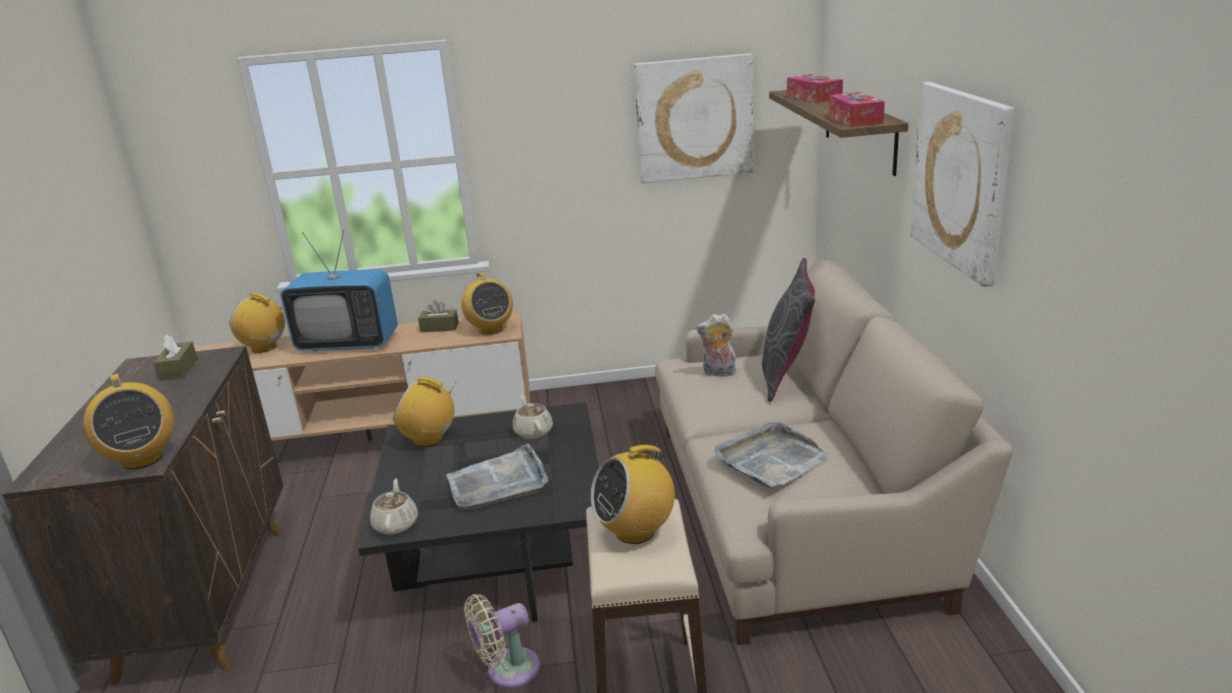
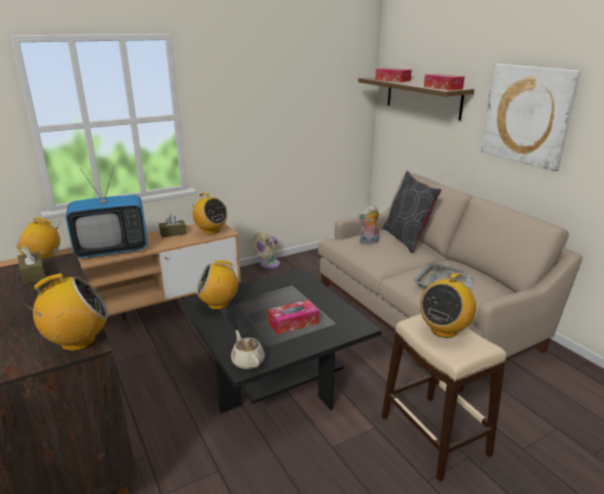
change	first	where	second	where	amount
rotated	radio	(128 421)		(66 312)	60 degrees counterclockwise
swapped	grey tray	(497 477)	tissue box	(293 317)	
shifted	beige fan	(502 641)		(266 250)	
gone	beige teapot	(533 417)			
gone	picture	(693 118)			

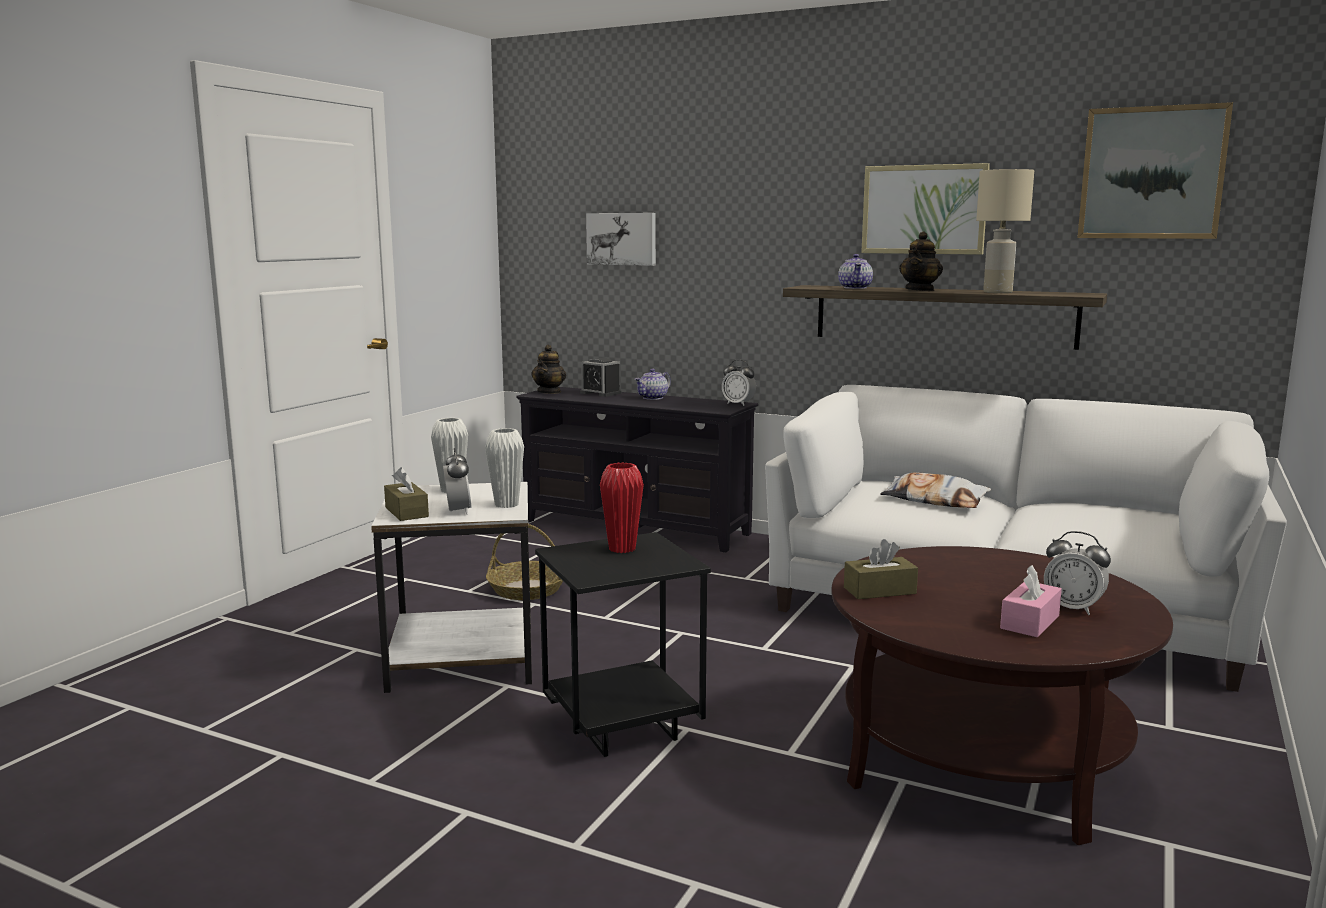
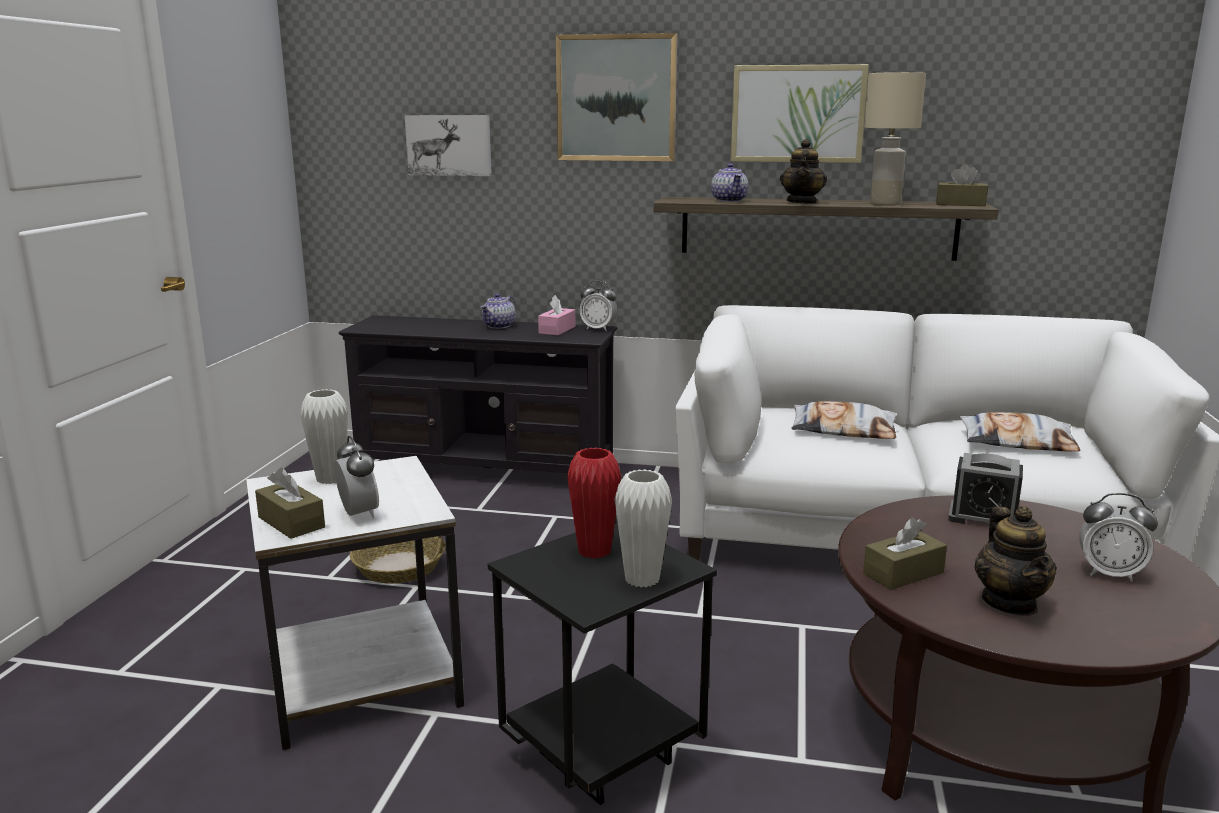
change	first	where	second	where	amount
shifted	white vase	(504 468)		(643 528)	
shifted	teapot	(548 369)		(1015 561)	
shifted	alarm clock	(600 377)		(985 488)	
shifted	pink tissue box	(1031 601)		(556 315)	
shifted	picture	(1155 170)		(616 97)	
new			brown tissue box	(962 185)	
new			pillow	(1020 431)	

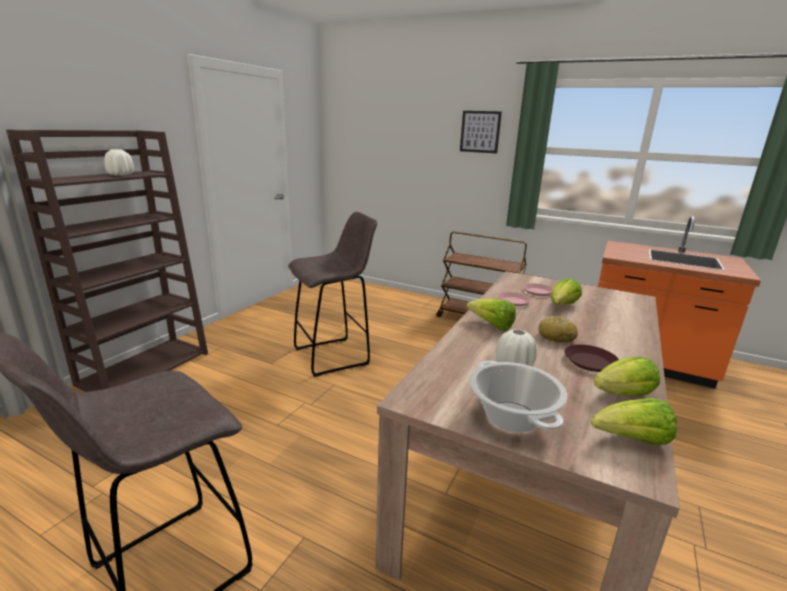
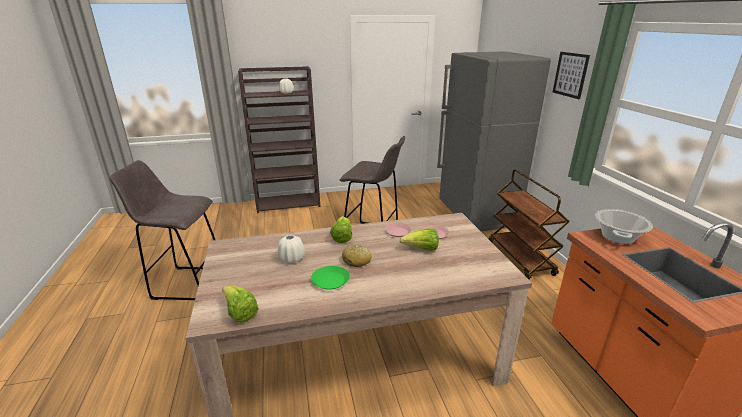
change	first	where	second	where	amount
shifted	cooking pot	(518 396)		(624 226)	
repainted	brown plate	(591 358)	green plate	(330 278)	
gone	lettuce	(627 376)			
new			grey fridge	(494 141)	

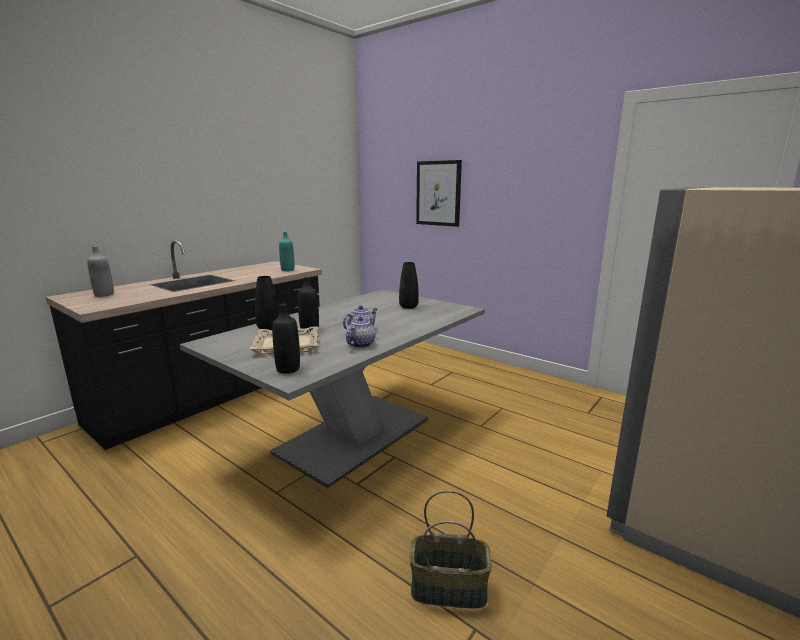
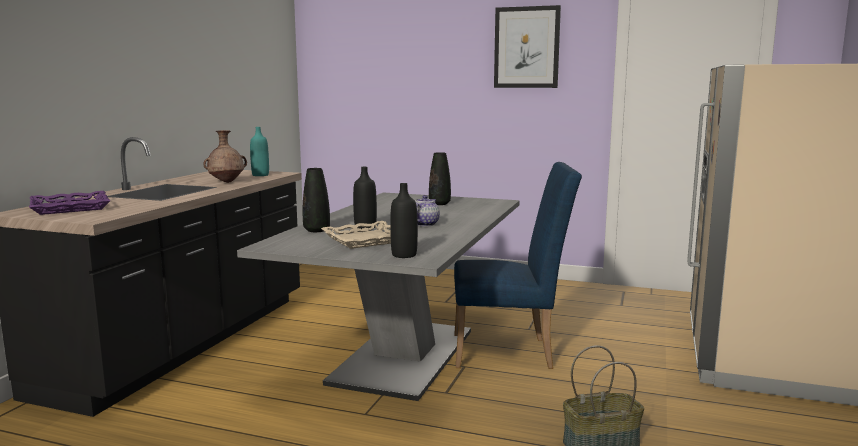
change	first	where	second	where	amount
swapped	grey bottle	(101 271)	purple tray	(69 203)	
gone	teapot	(361 332)			
shifted	picture	(439 193)		(527 46)	
new			brown vase	(225 156)	
new			blue chair	(518 265)	

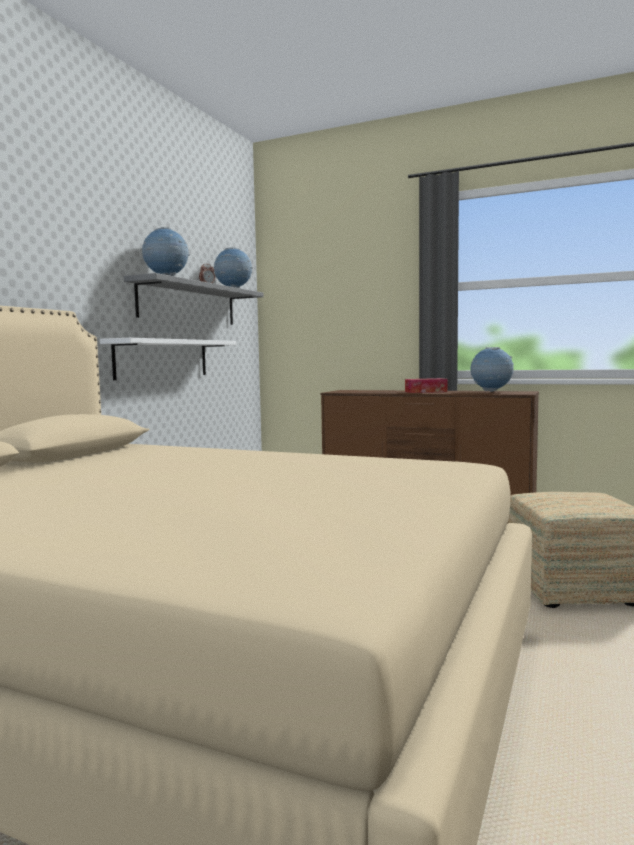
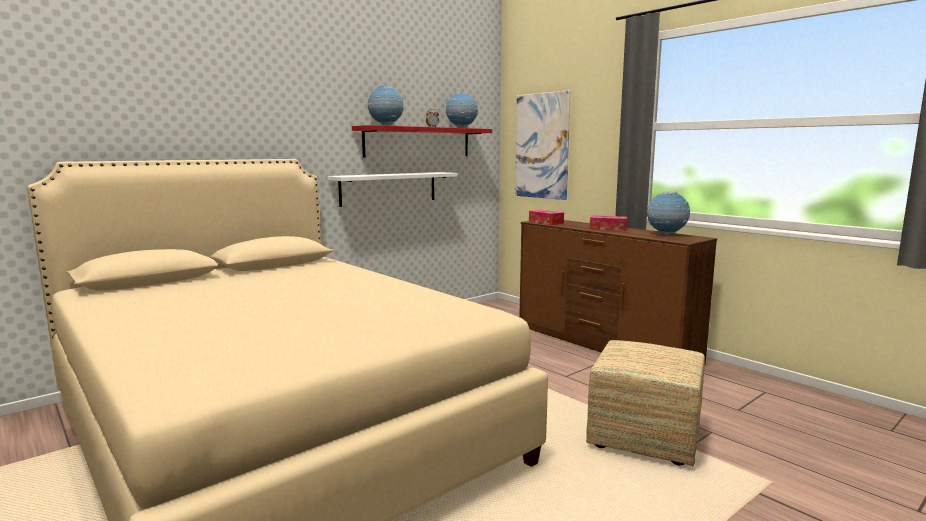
change	first	where	second	where	amount
repainted	grey shelf	(194 299)	red shelf	(422 141)	
new			picture	(543 145)	
new			tissue box	(546 217)	

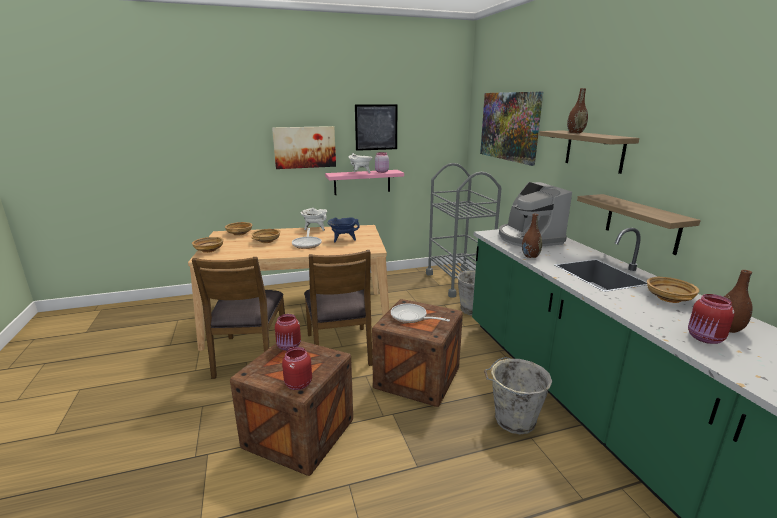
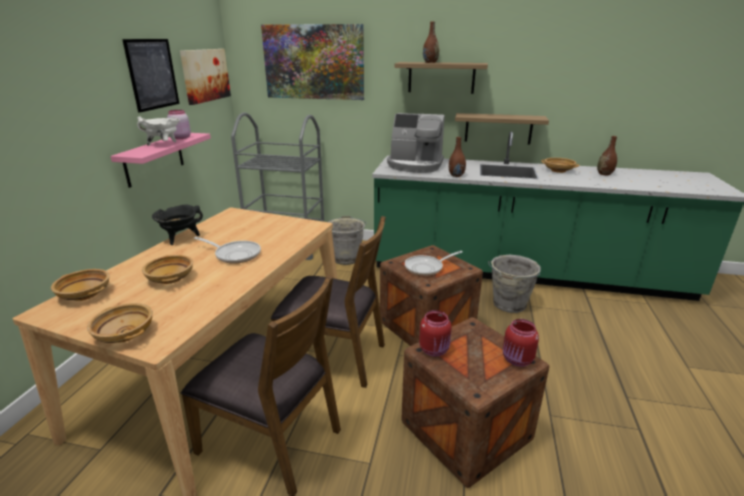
change	first	where	second	where	amount
shifted	picture	(304 147)		(205 77)	
repainted	white cooking pot	(313 219)	black cooking pot	(177 225)	
gone	blue cooking pot	(344 230)			
gone	red jar	(711 319)			

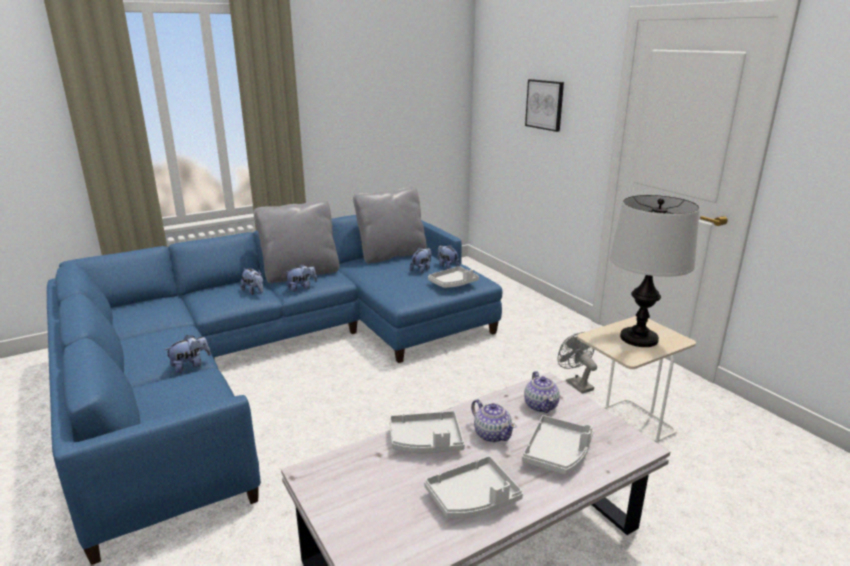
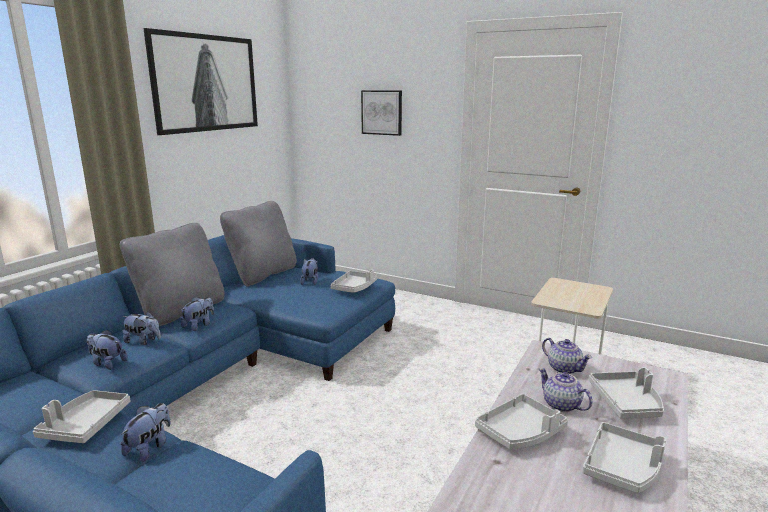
change	first	where	second	where	amount
shifted	plush toy	(449 257)		(107 349)	
rotated	teapot	(493 421)		(565 390)	150 degrees counterclockwise
gone	grey fan	(577 363)			
gone	table lamp	(655 271)			
new			grey tray	(81 416)	
new			picture	(200 81)	

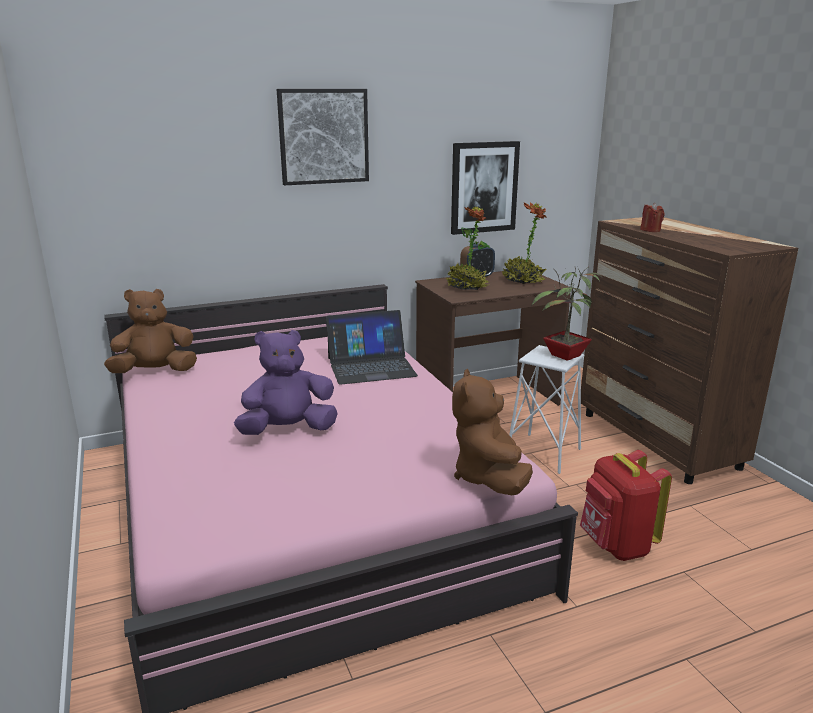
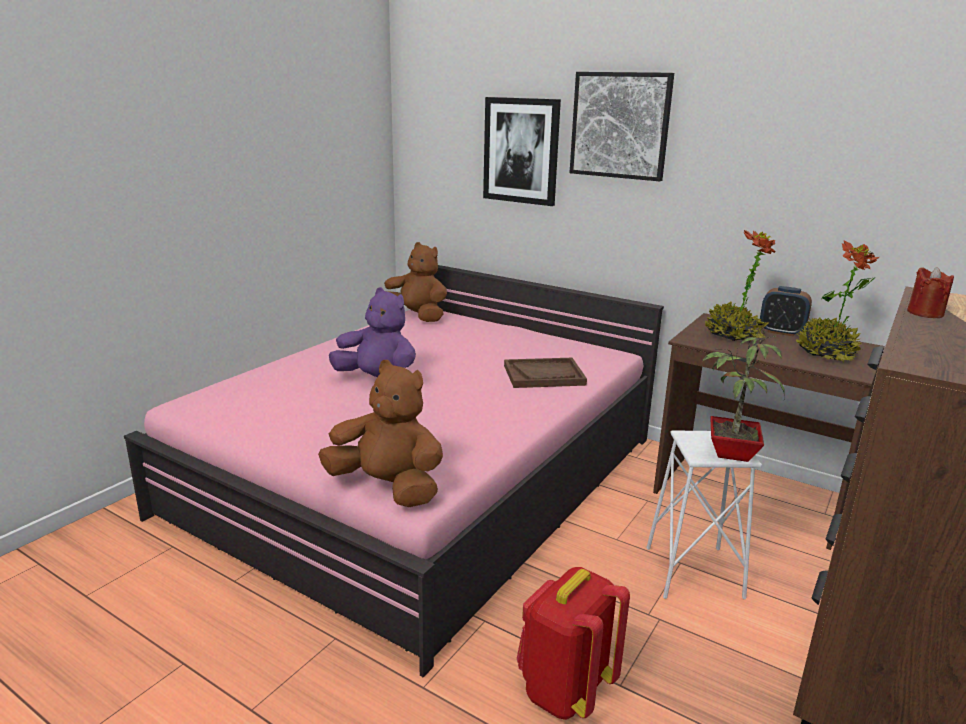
change	first	where	second	where	amount
swapped	laptop	(372 347)	brown tray	(545 373)	
shifted	picture	(485 188)		(522 151)	
rotated	brown plush toy	(492 432)		(380 433)	60 degrees clockwise

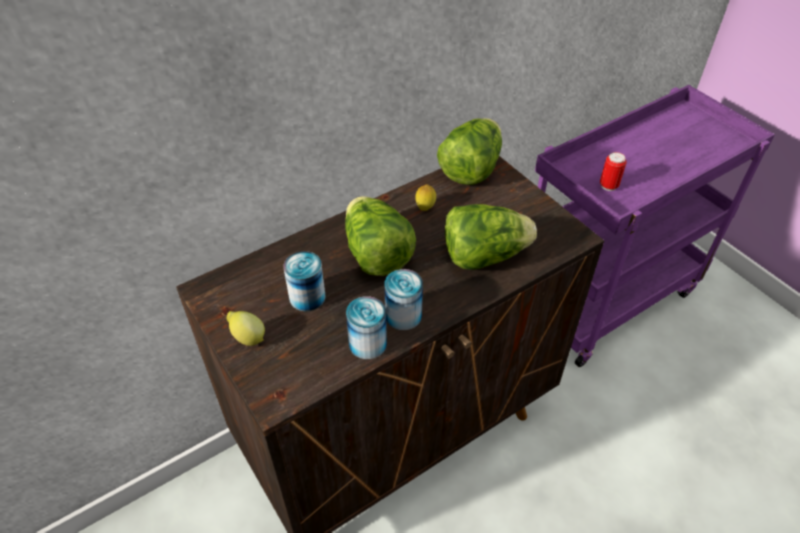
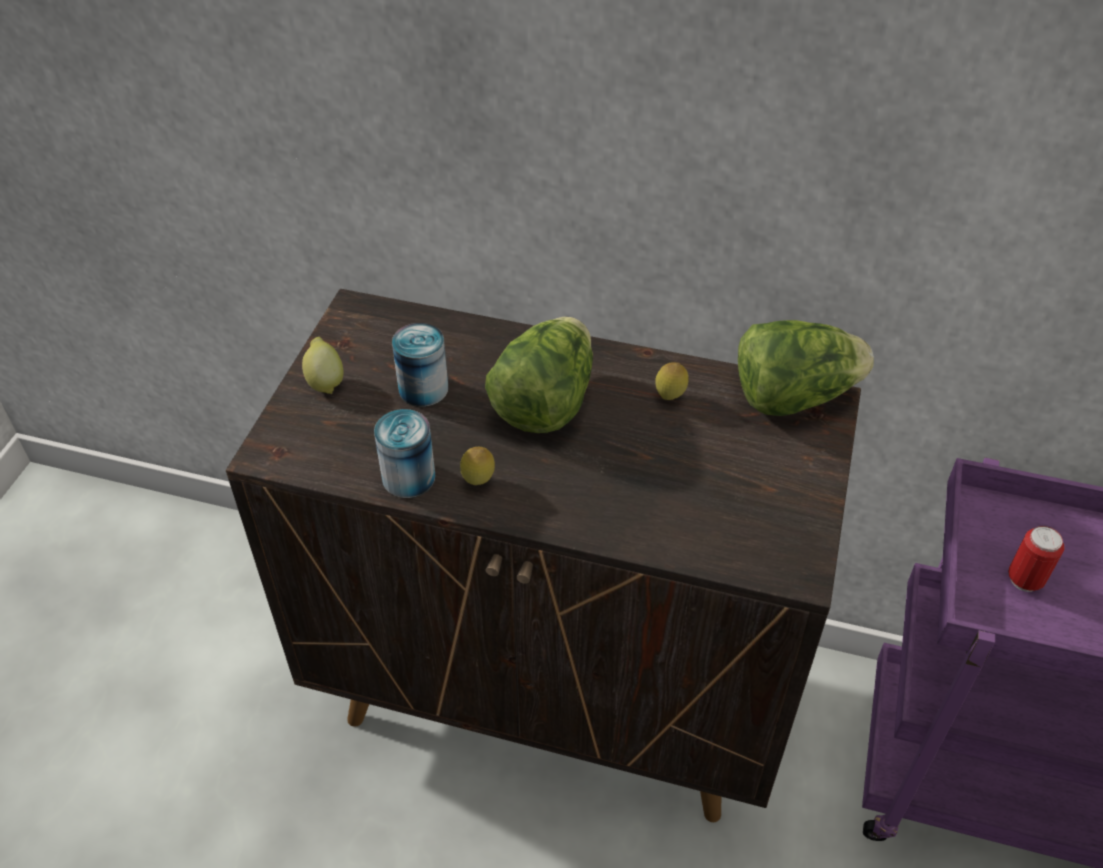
change	first	where	second	where	amount
swapped	can	(403 299)	lemon	(477 466)	
gone	lettuce	(491 237)			

